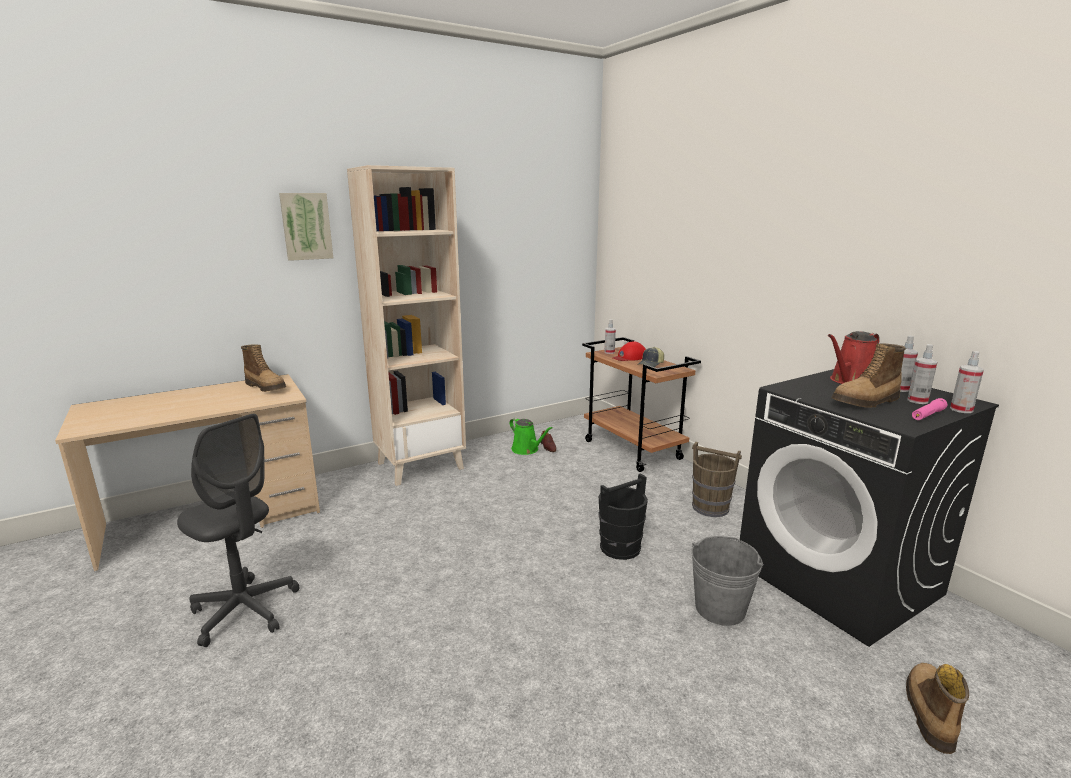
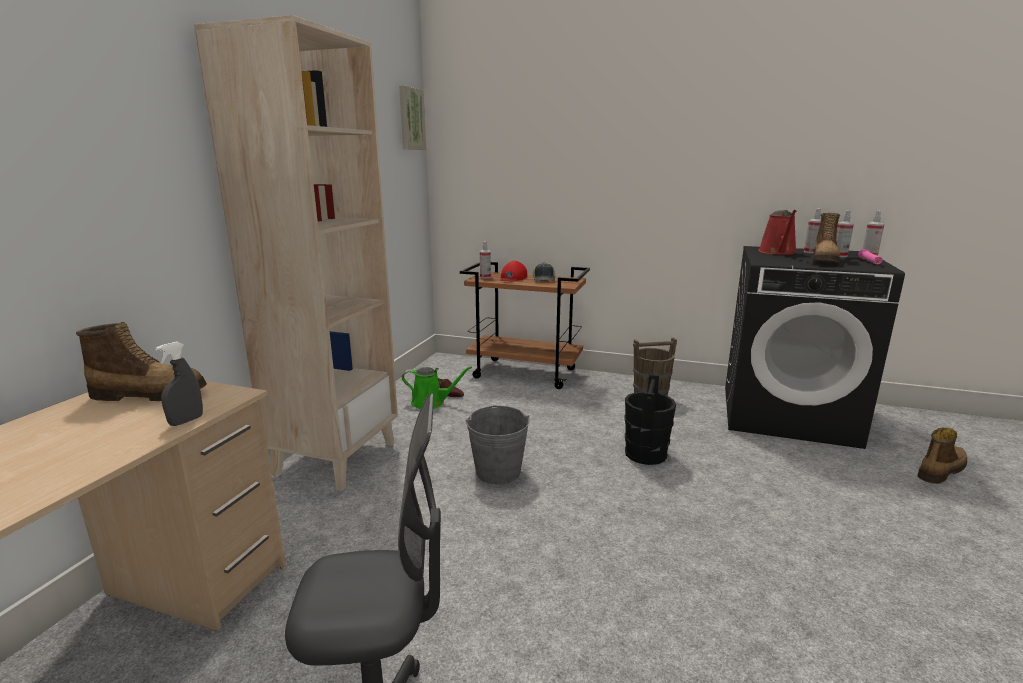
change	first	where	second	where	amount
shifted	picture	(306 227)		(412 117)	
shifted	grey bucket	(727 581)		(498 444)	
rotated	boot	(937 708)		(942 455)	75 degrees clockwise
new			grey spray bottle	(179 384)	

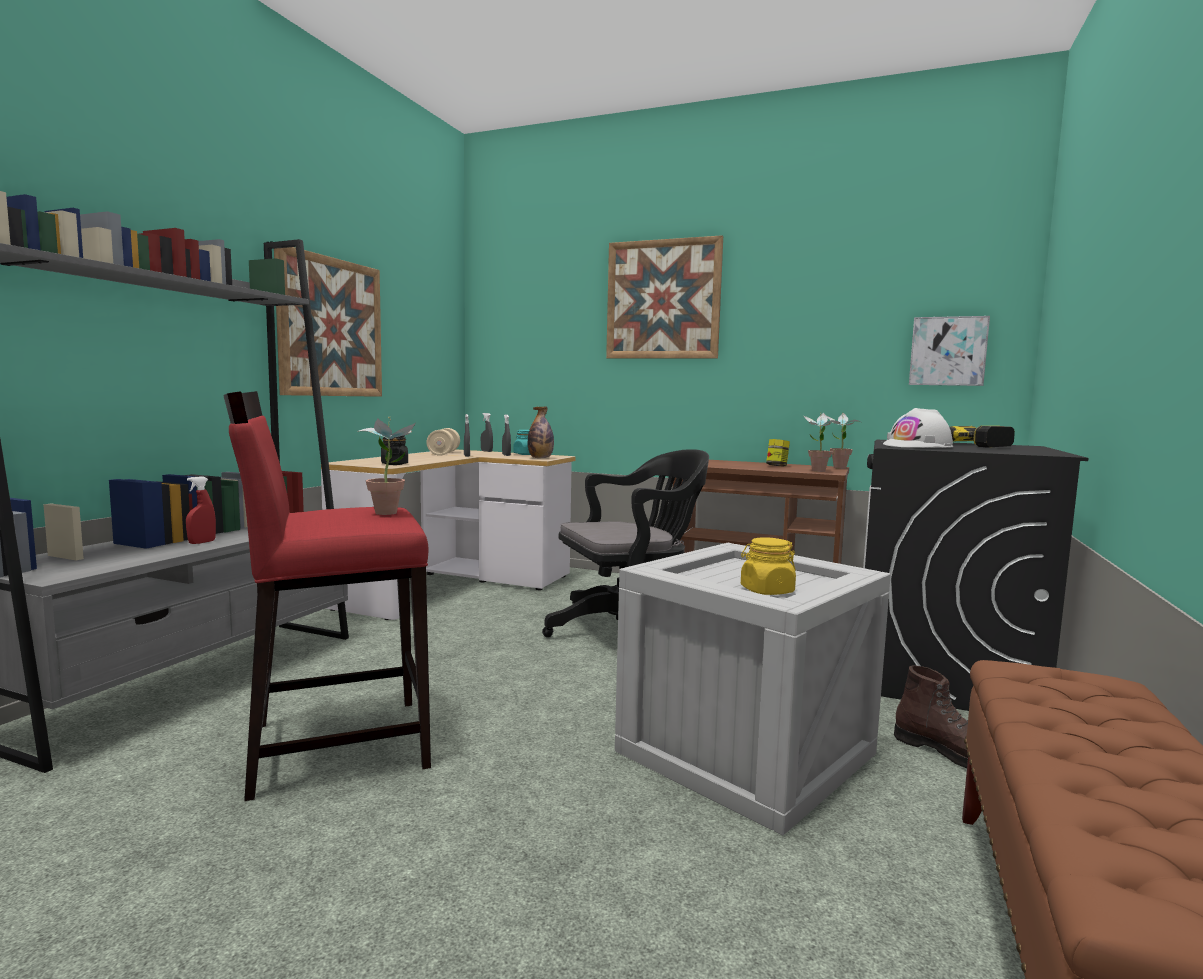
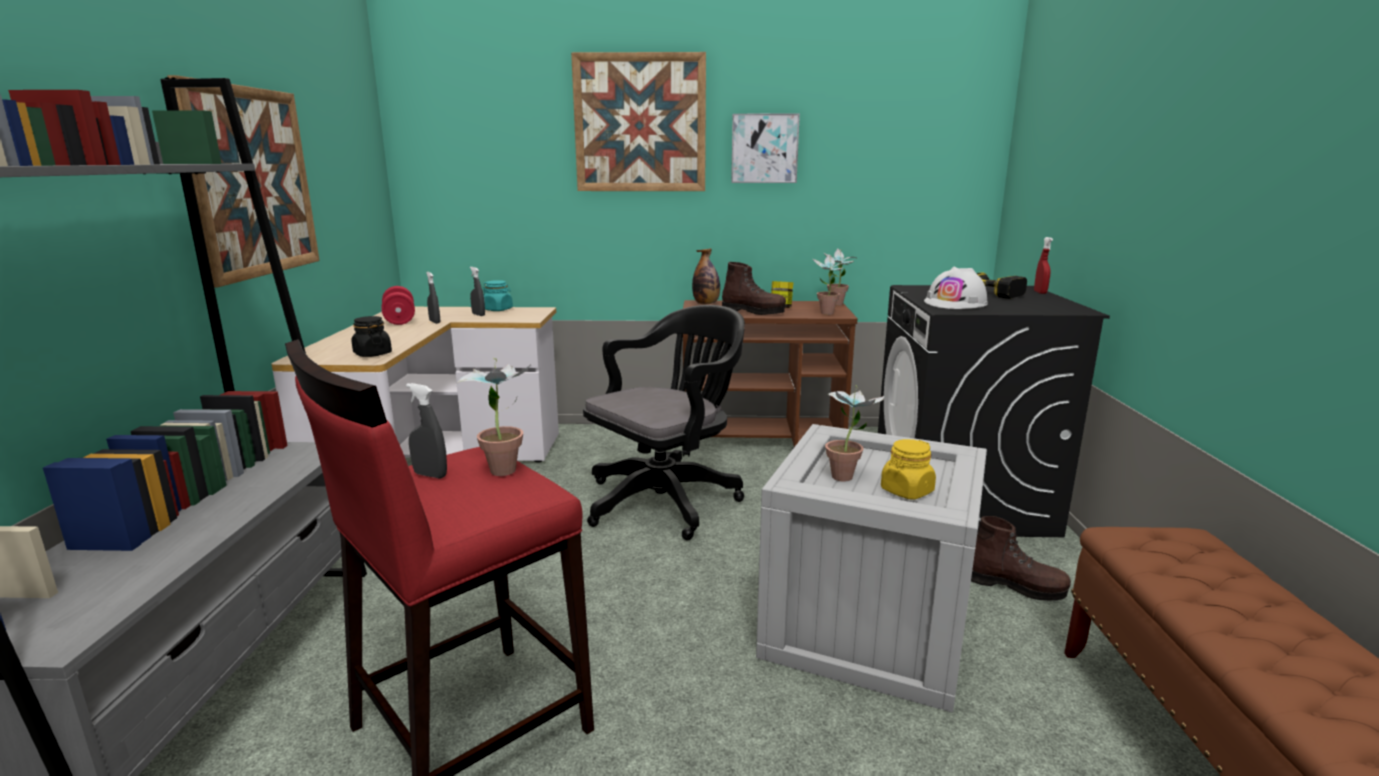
change	first	where	second	where	amount
shifted	red spray bottle	(201 510)		(1043 265)	
repainted	beige dumbbell	(443 442)	red dumbbell	(398 305)	
shifted	grey spray bottle	(487 432)		(426 430)	
shifted	bottle	(541 432)		(706 276)	
shifted	picture	(949 351)		(765 148)	
new			brown boot	(754 288)	
new			potted plant	(854 433)	

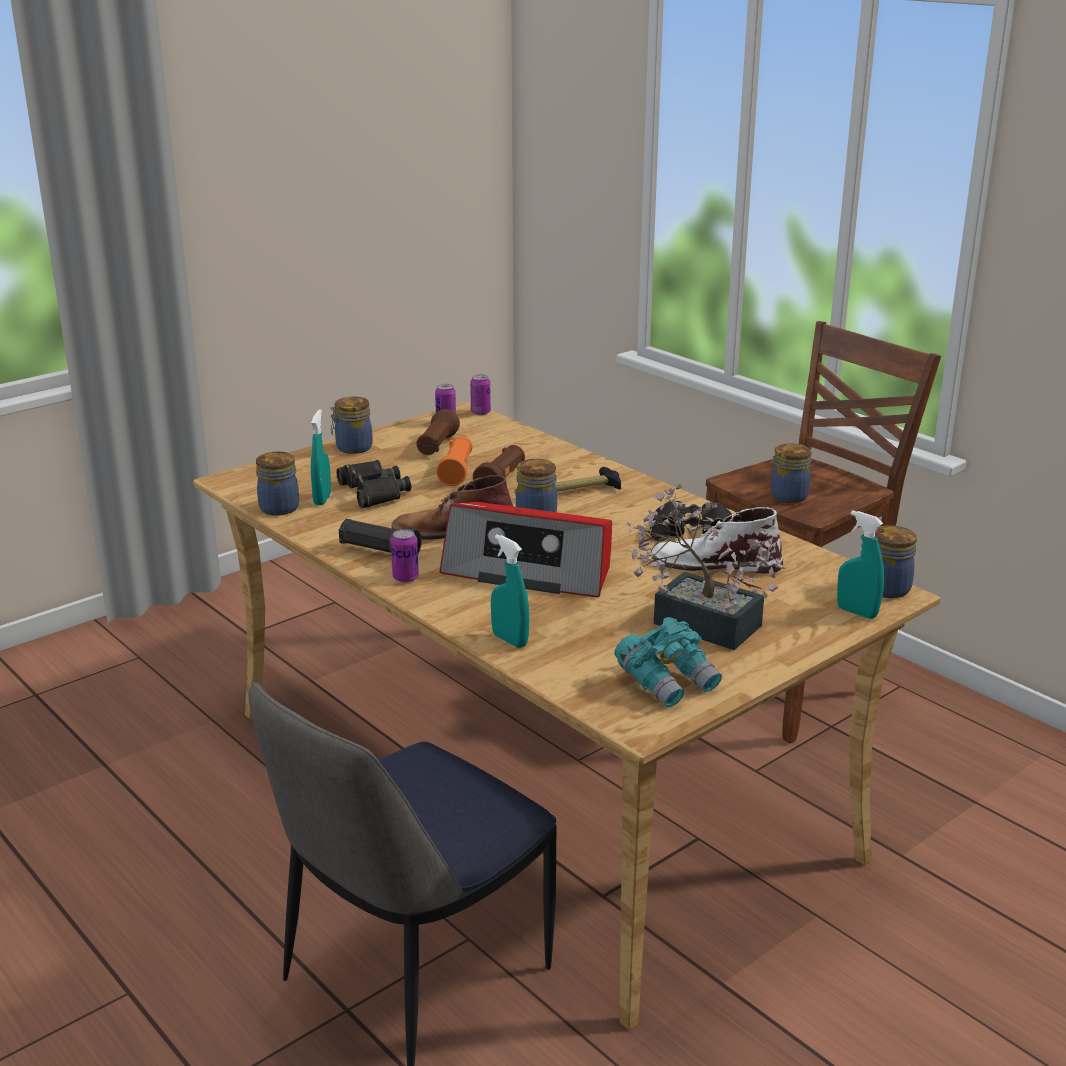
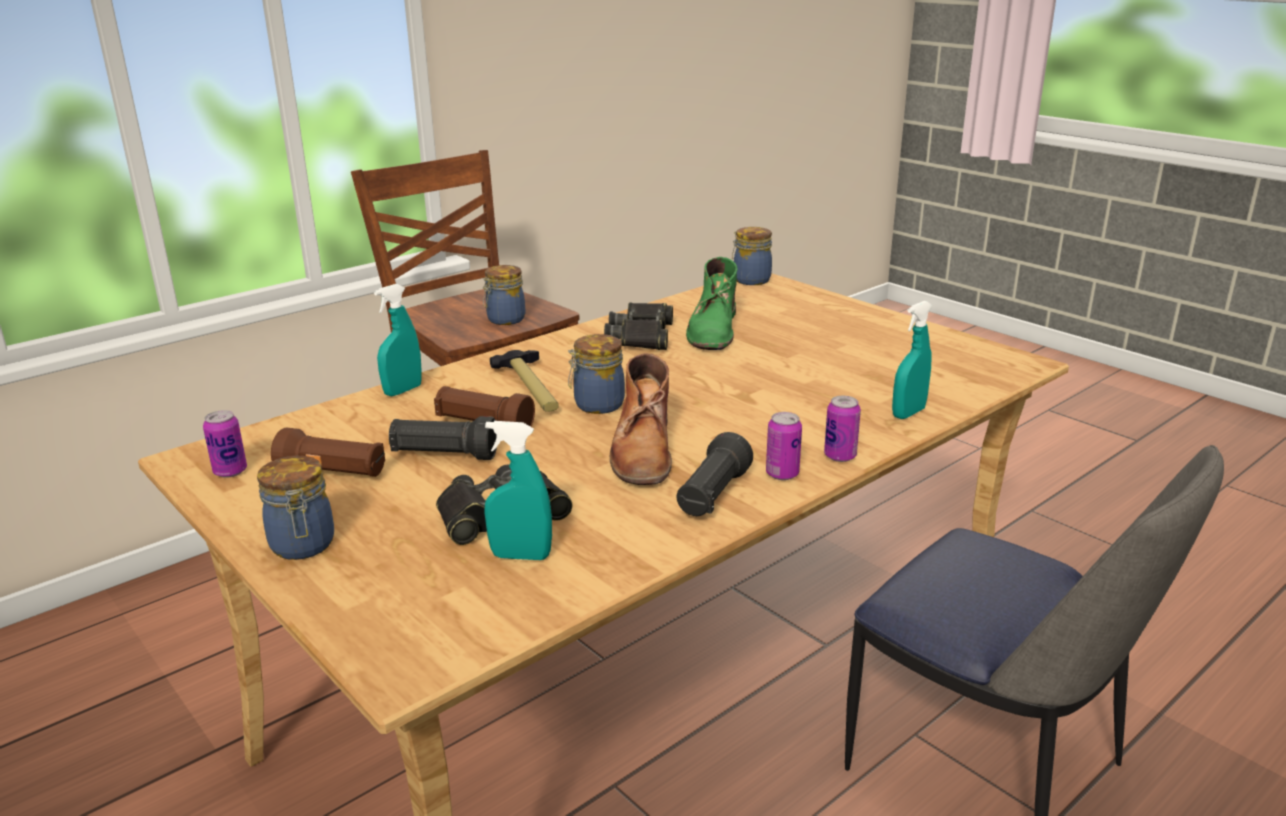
change	first	where	second	where	amount
gone	jar	(277 484)			
repainted	orange flashlight	(454 461)	black flashlight	(443 438)	
gone	radio	(525 550)			
shifted	can	(480 395)		(842 429)	
gone	turquoise binoculars	(668 662)			
gone	potted plant	(706 567)			
repainted	white boot	(717 540)	green boot	(712 303)	
shifted	turquoise spray bottle	(860 564)		(398 340)	

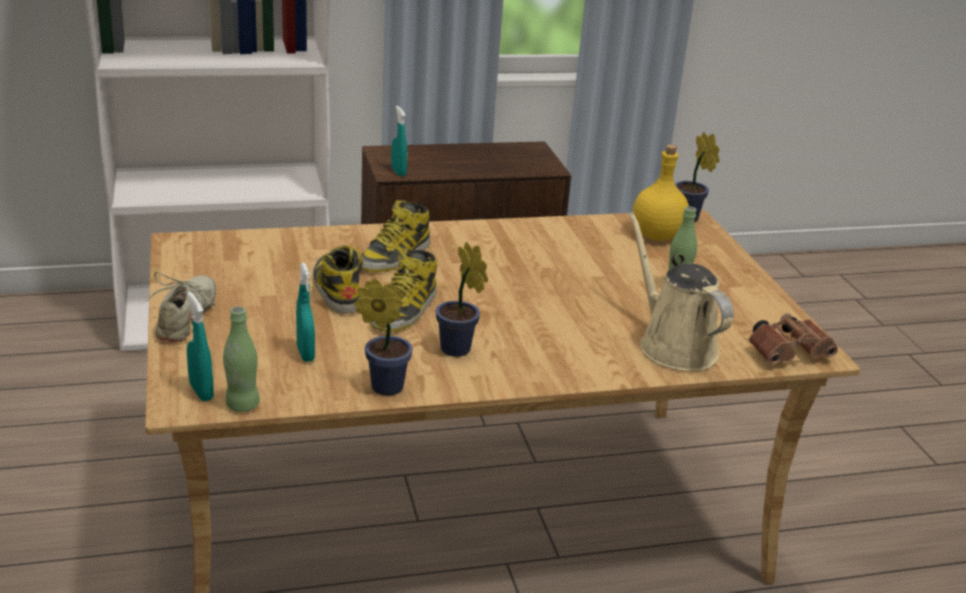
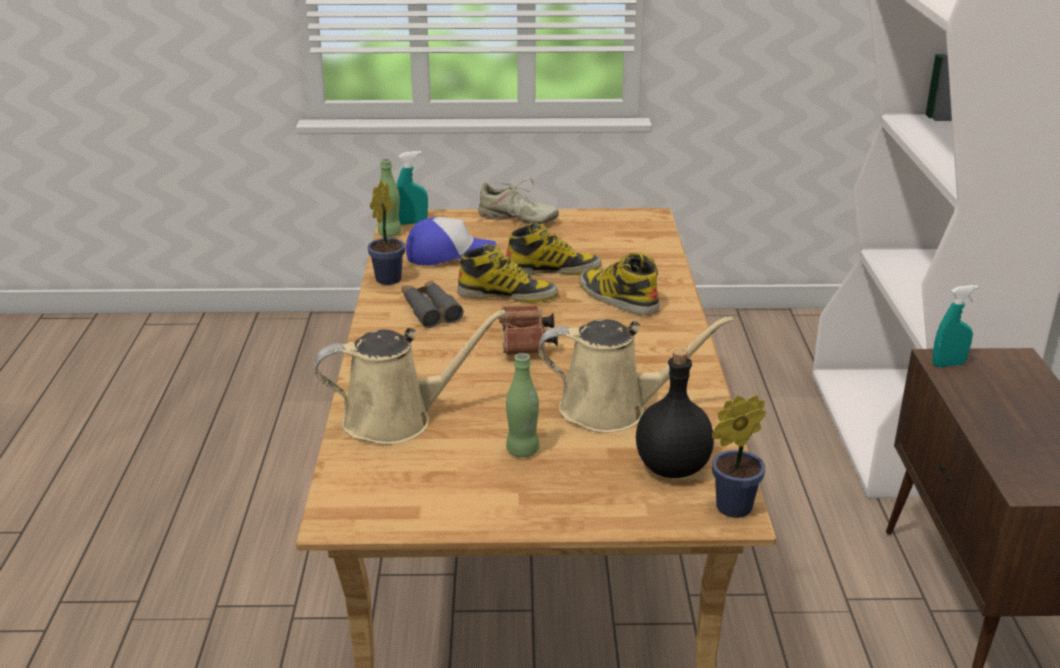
change	first	where	second	where	amount
swapped	turquoise spray bottle	(305 312)	cap	(451 241)	
rotated	boot	(403 290)		(507 273)	150 degrees clockwise
swapped	potted plant	(462 299)	grey binoculars	(433 304)	
repainted	yellow bottle	(661 193)	black bottle	(675 413)	
shifted	brown binoculars	(793 338)		(528 330)	
new			beige watering can	(635 374)	

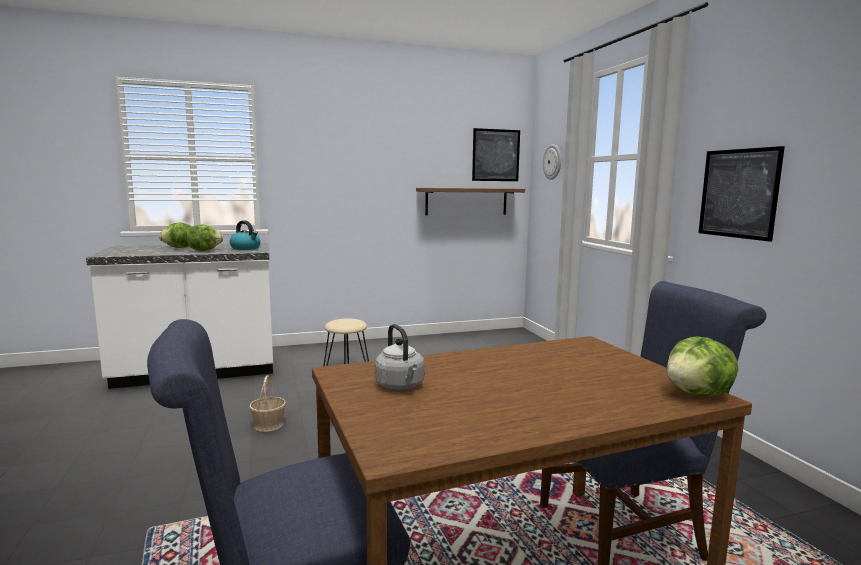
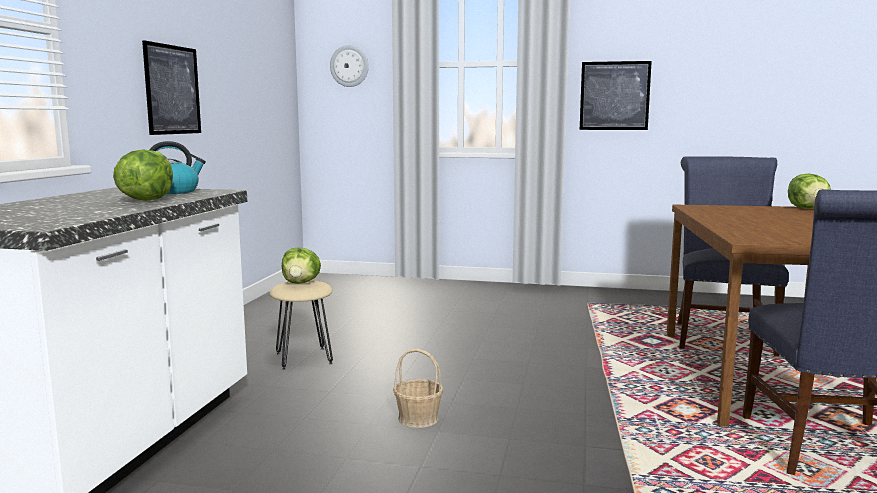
change	first	where	second	where	amount
shifted	lettuce	(175 235)		(301 265)	
gone	grey kettle	(399 357)			
gone	shelf	(470 201)			
shifted	picture	(496 154)		(171 87)	

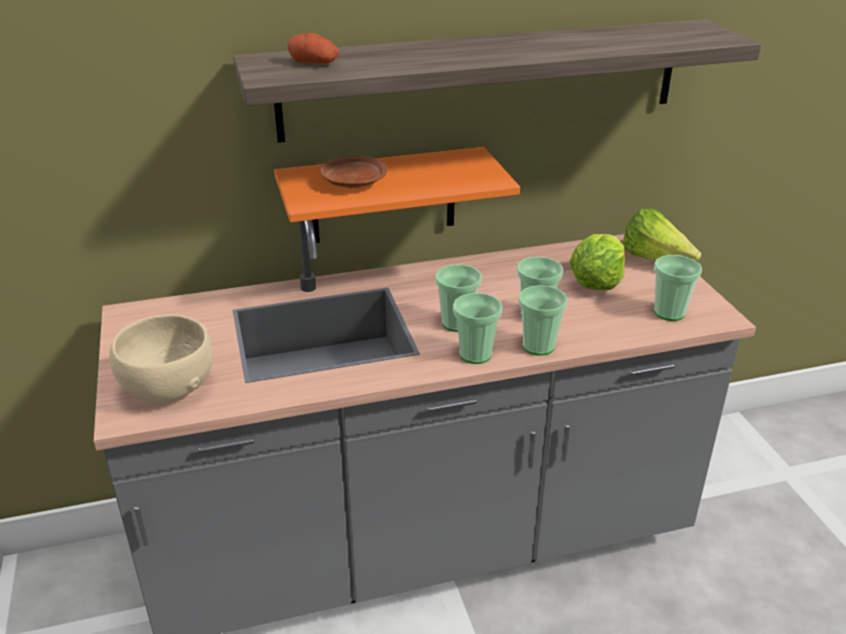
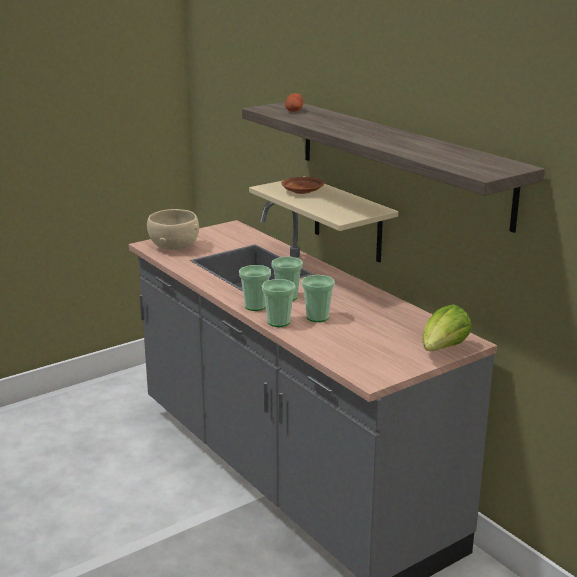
change	first	where	second	where	amount
repainted	orange shelf	(397 195)	beige shelf	(323 219)	
gone	lettuce	(597 262)			
gone	cup	(678 288)			

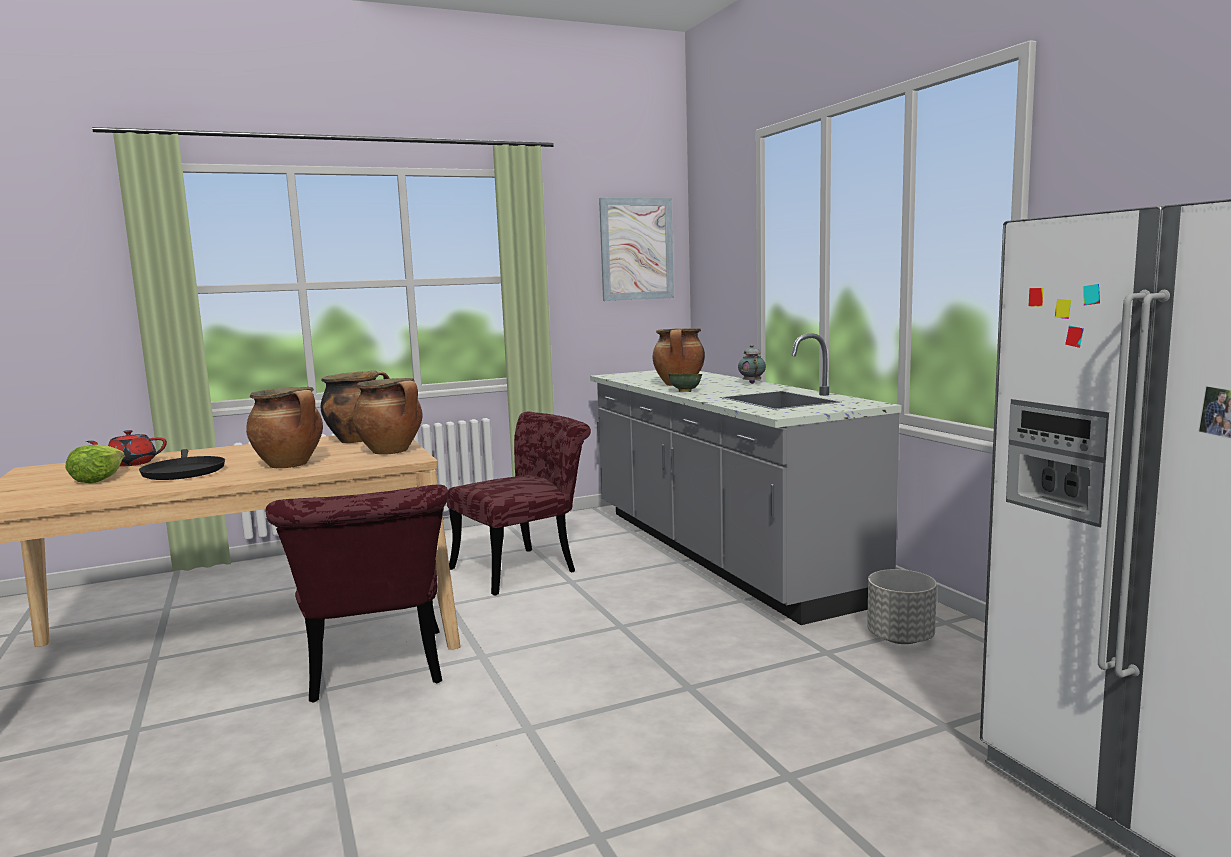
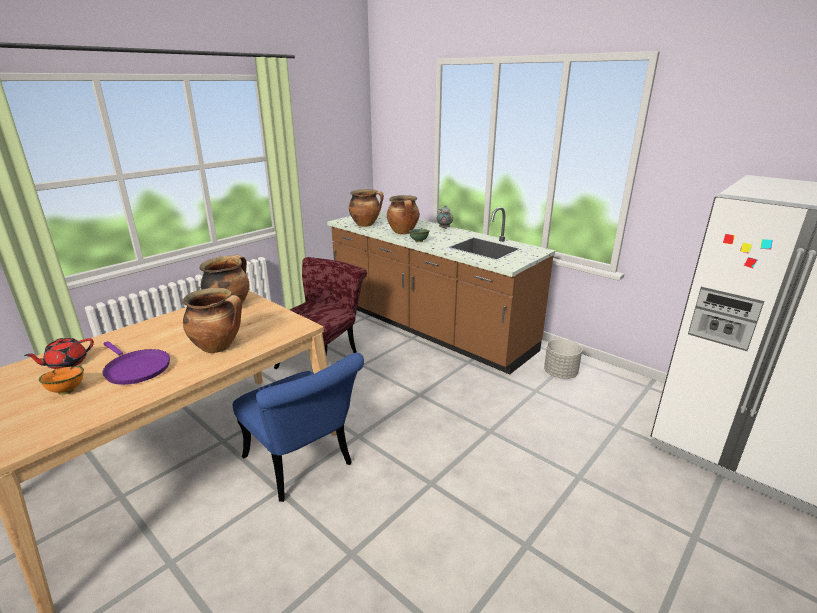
change	first	where	second	where	amount
swapped	lettuce	(95 464)	orange bowl	(61 380)	
repainted	black frying pan	(182 464)	purple frying pan	(136 363)	
repainted	red chair	(357 594)	blue chair	(298 427)	
shifted	cooking pot	(388 416)		(366 208)	
repainted	grey counter	(745 479)	brown counter	(441 290)	
gone	picture	(636 249)			

